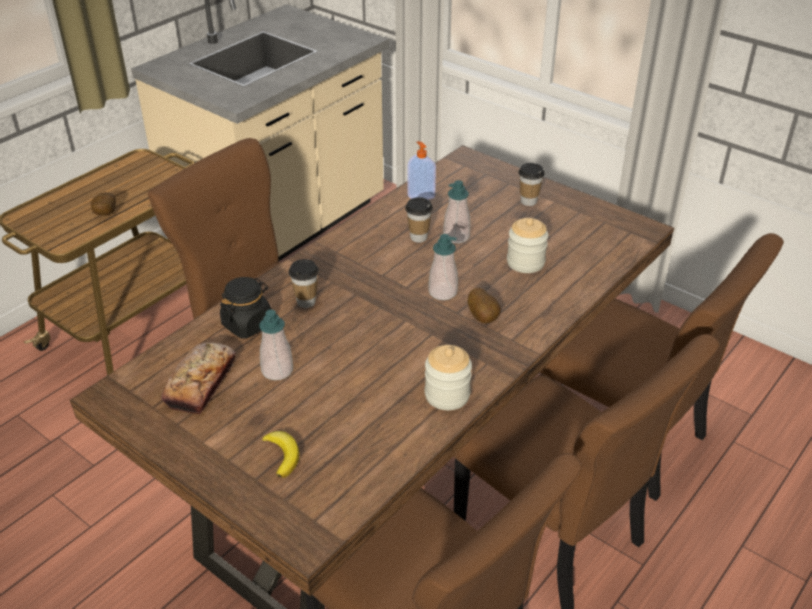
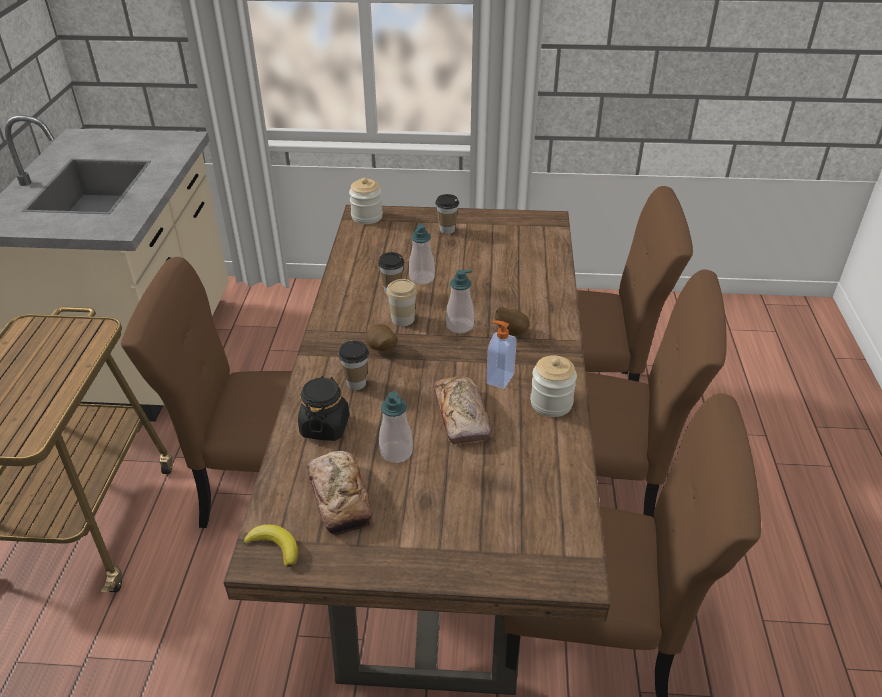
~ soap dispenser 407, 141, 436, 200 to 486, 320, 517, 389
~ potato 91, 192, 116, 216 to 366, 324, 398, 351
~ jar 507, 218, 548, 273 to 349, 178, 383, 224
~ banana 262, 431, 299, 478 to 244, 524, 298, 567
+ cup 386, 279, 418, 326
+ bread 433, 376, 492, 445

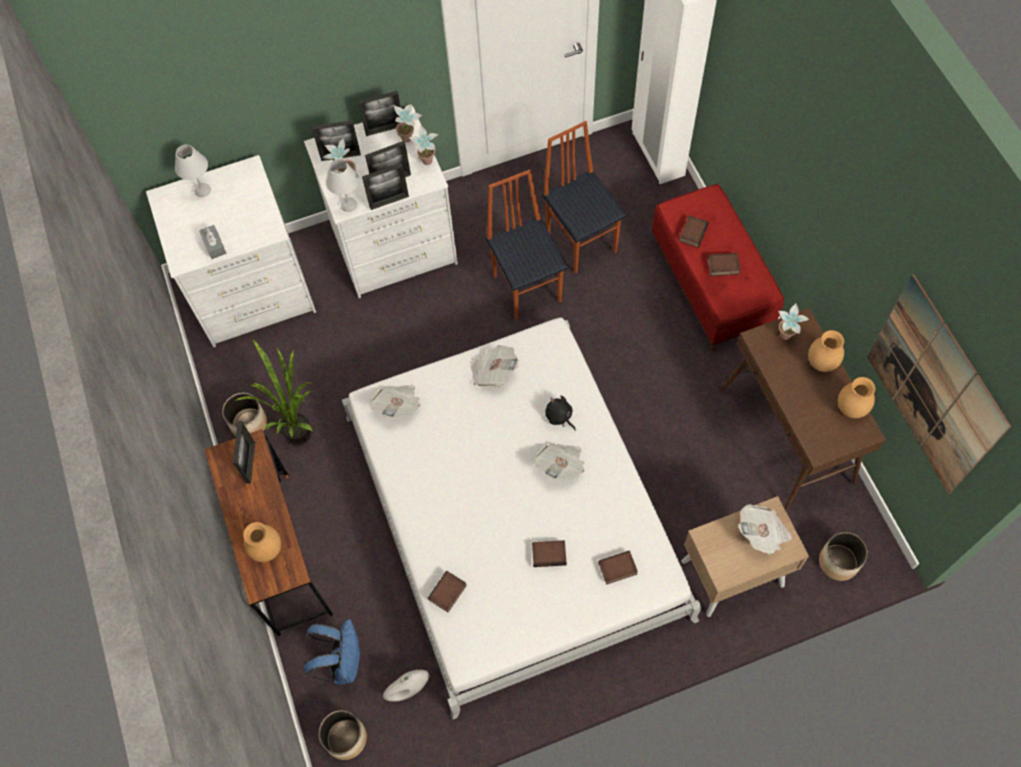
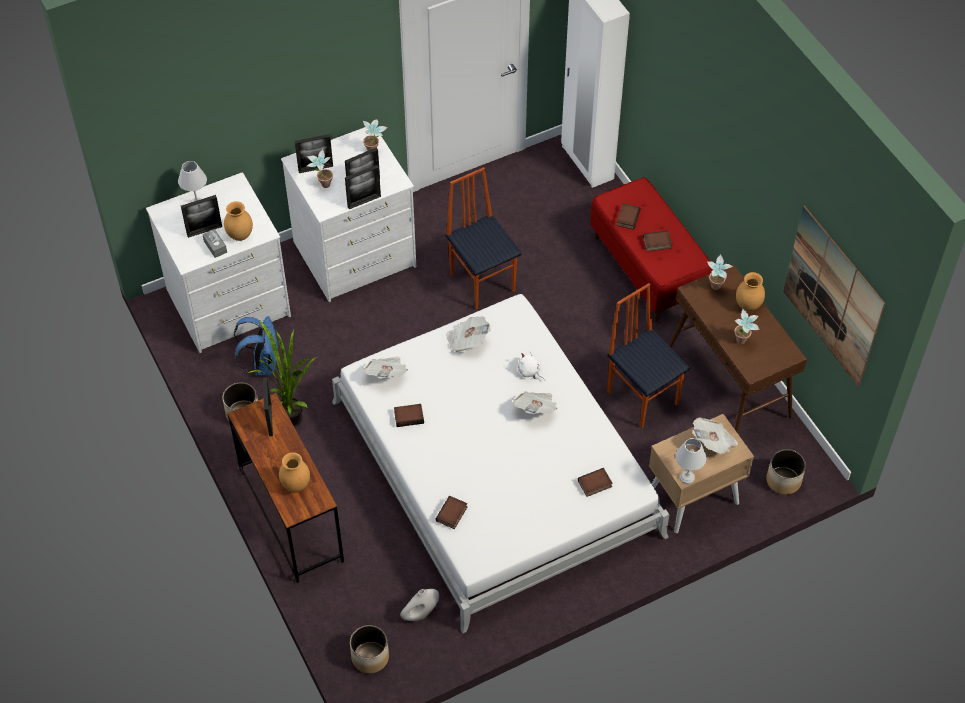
~ picture frame 358, 91, 401, 136 to 181, 195, 222, 238
~ chair 542, 121, 627, 273 to 607, 283, 690, 428
~ potted plant 409, 125, 438, 165 to 734, 309, 760, 344
~ white table lamp 326, 159, 359, 212 to 675, 438, 707, 484
~ brown vase 838, 377, 875, 418 to 224, 201, 253, 241
~ black plush toy 545, 396, 576, 431 to white plush toy 518, 351, 546, 381
~ book 532, 540, 567, 567 to 394, 404, 424, 427
~ blue backpack 303, 619, 361, 685 to 234, 316, 279, 376

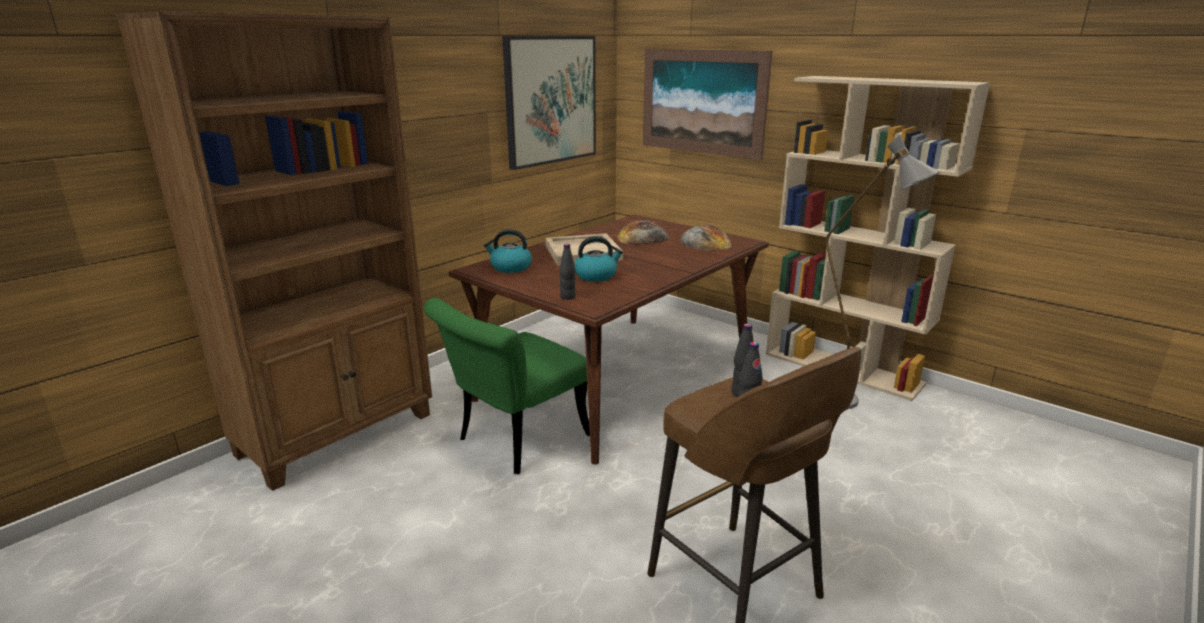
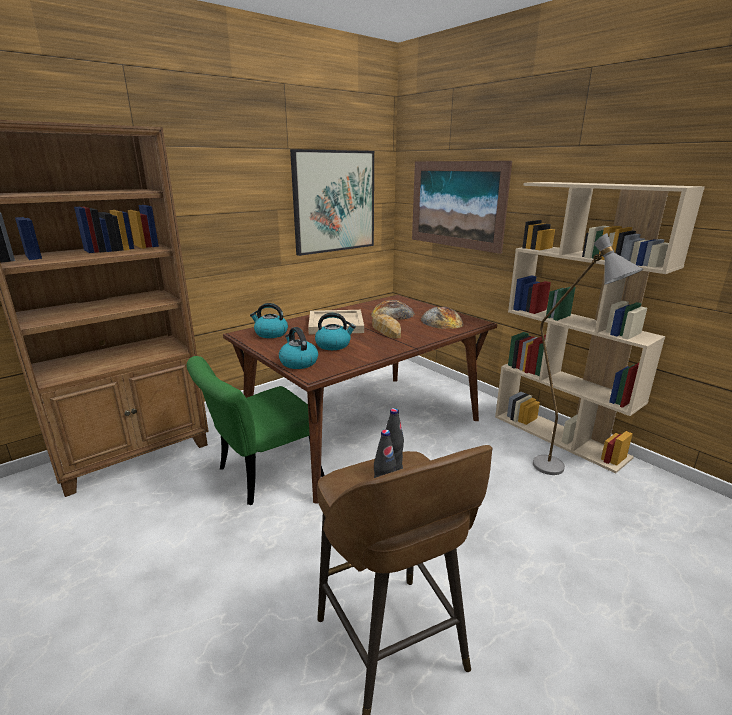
~ black bottle 559, 244, 576, 300 to kettle 279, 327, 318, 369
+ bread 372, 314, 401, 339

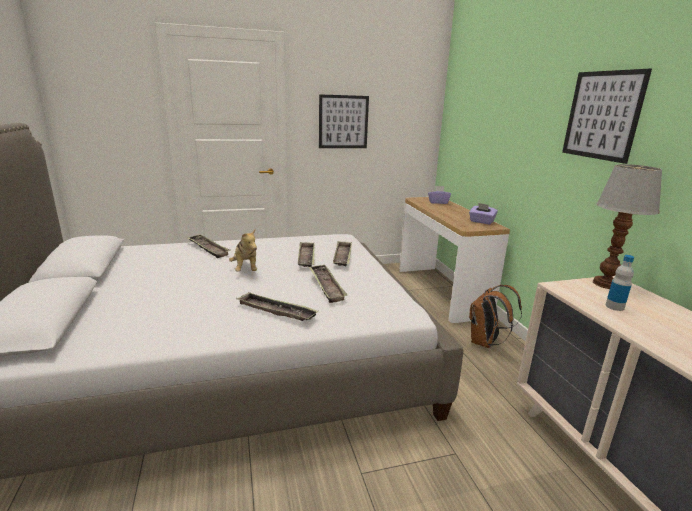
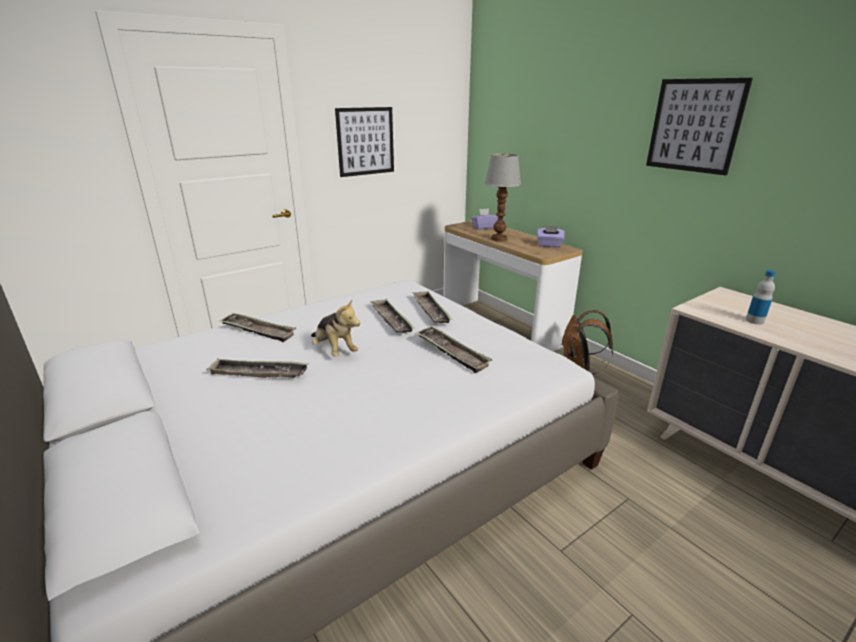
~ table lamp 593, 164, 662, 289 to 484, 154, 521, 242
~ tray 236, 292, 319, 321 to 206, 359, 309, 378

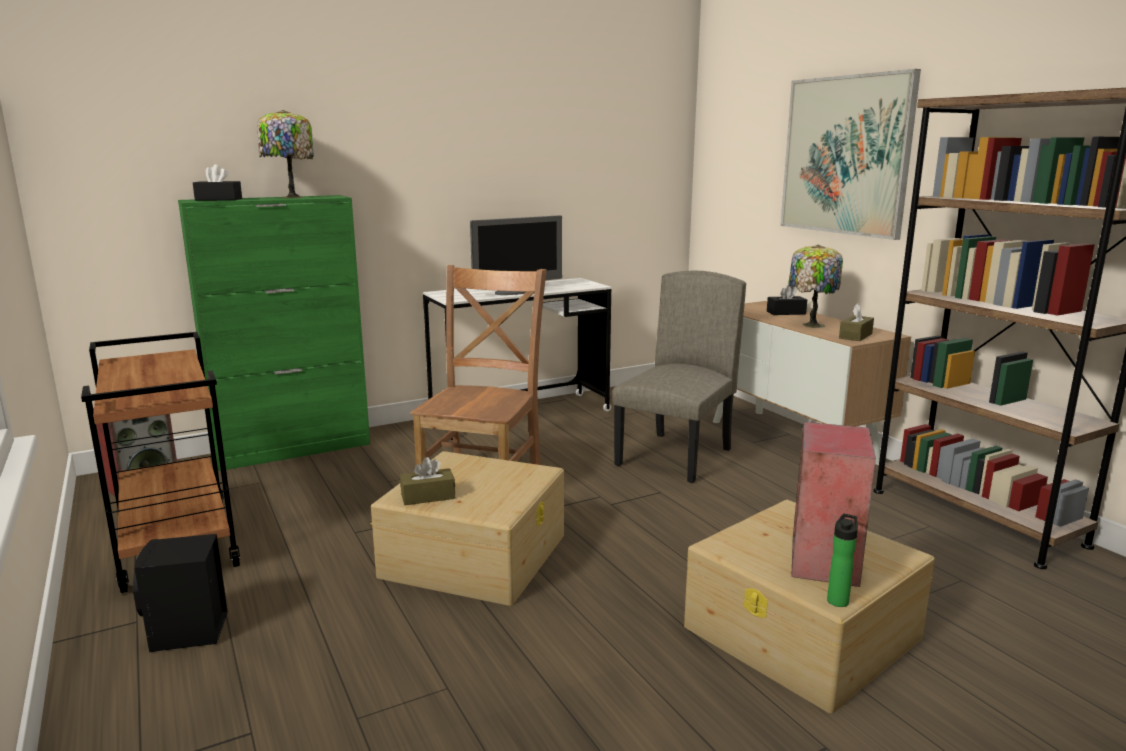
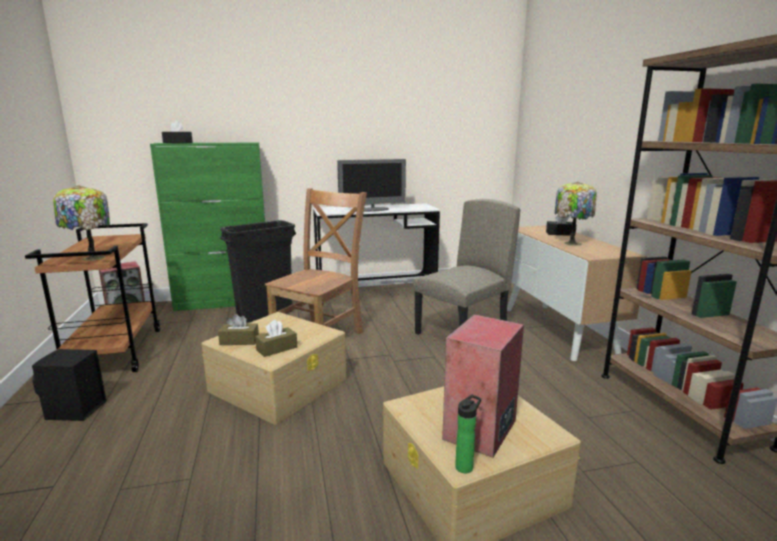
- picture 780, 69, 921, 240
~ table lamp 257, 110, 314, 198 to 54, 185, 110, 261
~ brown tissue box 839, 303, 874, 341 to 255, 320, 297, 357
+ black trash can 220, 220, 296, 323

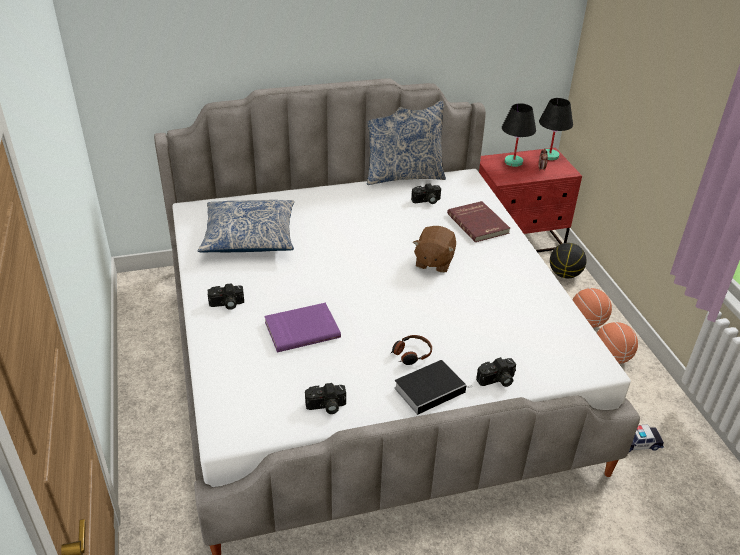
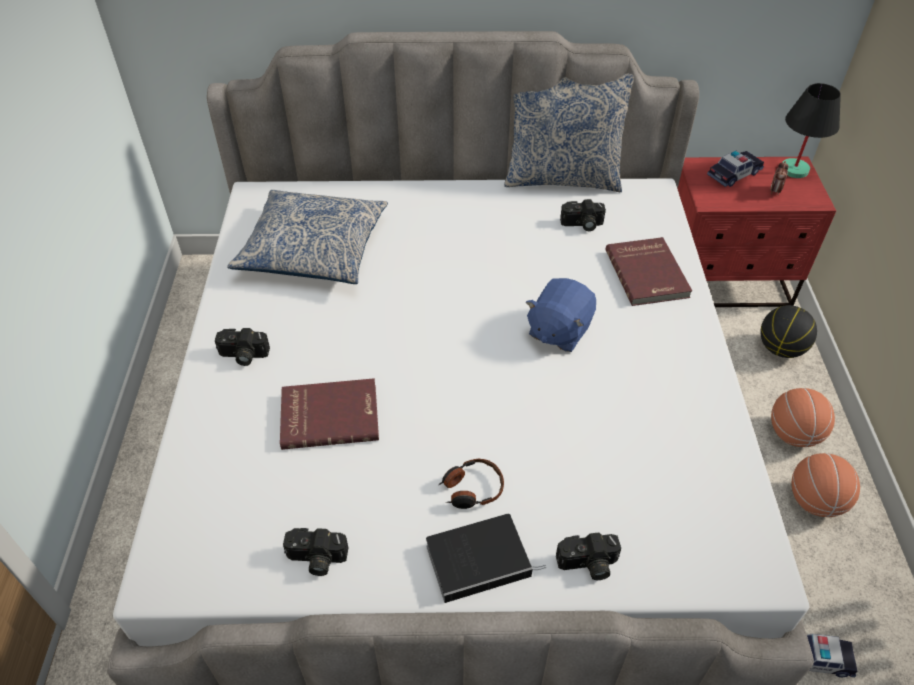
~ black table lamp 502, 103, 536, 167 to toy car 707, 151, 764, 187
~ brown plush toy 413, 226, 456, 273 to blue plush toy 526, 278, 596, 352
~ purple book 264, 303, 341, 353 to red book 280, 378, 379, 450

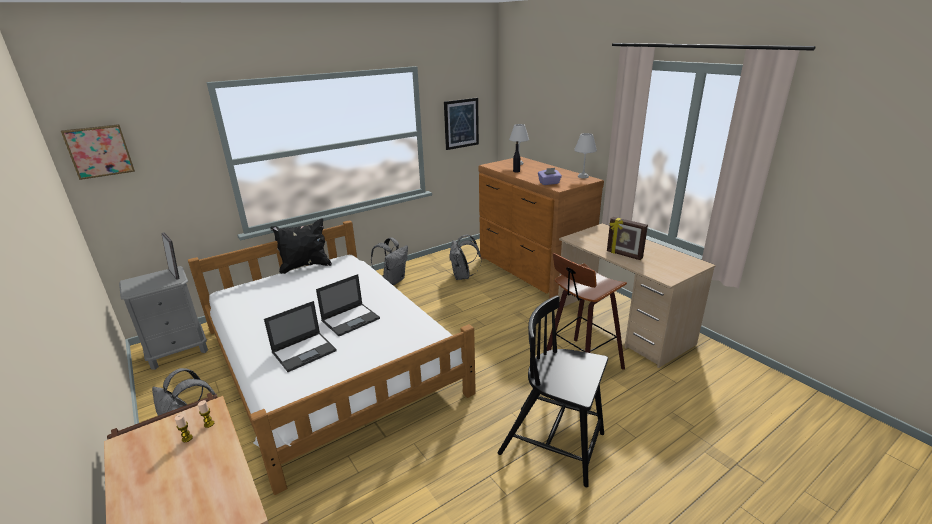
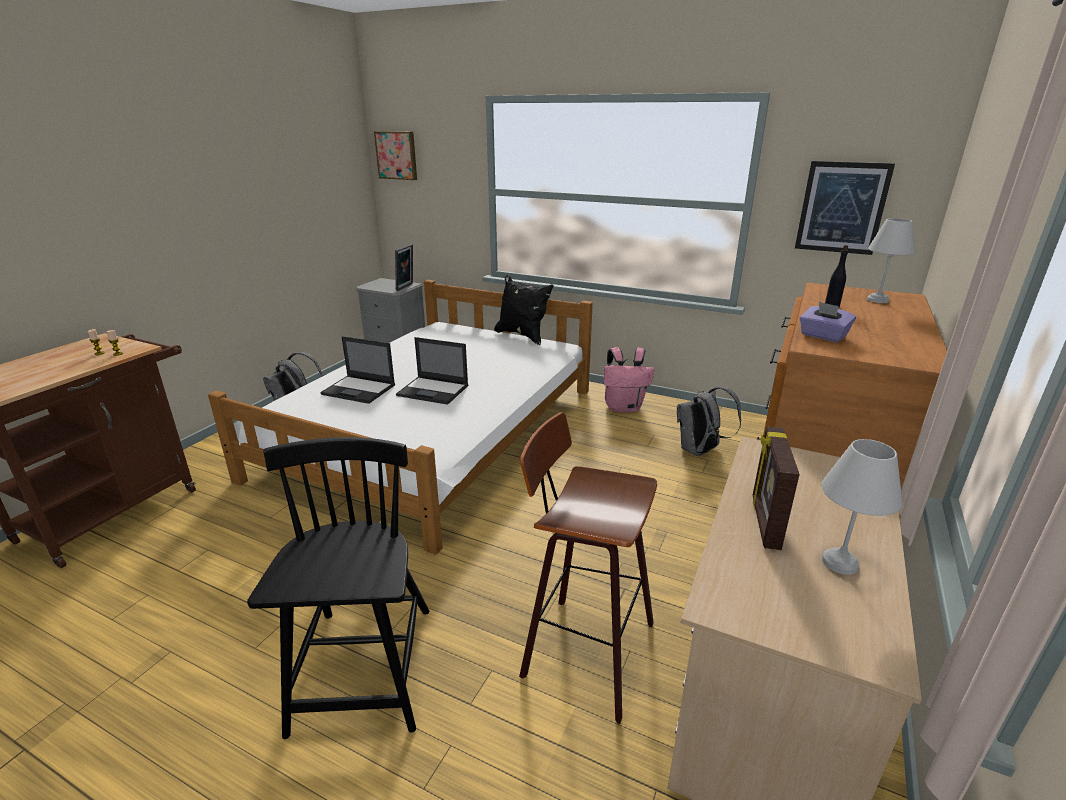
~ white table lamp 574, 133, 597, 178 to 821, 439, 902, 575
~ grey backpack 371, 238, 408, 285 to pink backpack 603, 347, 654, 412

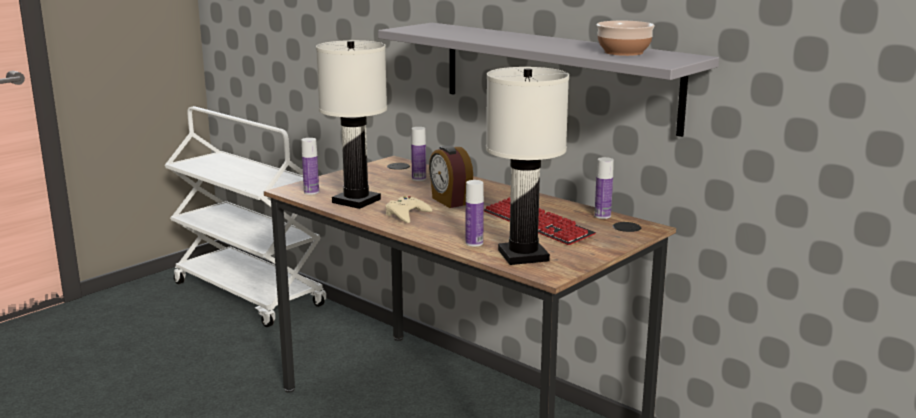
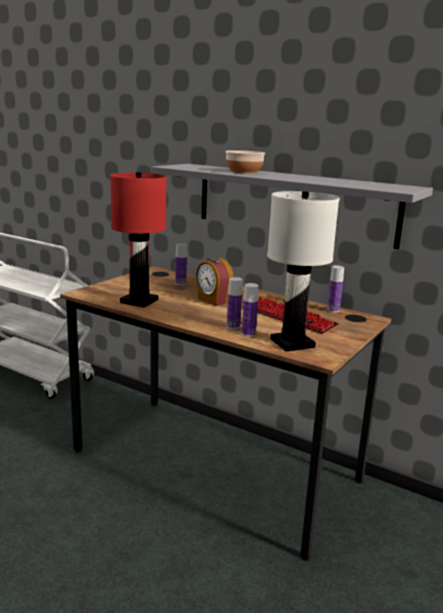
~ bowl 597, 21, 654, 56 to 225, 150, 265, 173
~ white table lamp 316, 40, 387, 209 to red table lamp 110, 172, 167, 307
~ bottle 301, 138, 319, 195 to 227, 277, 243, 329
- beige game controller 385, 196, 433, 223

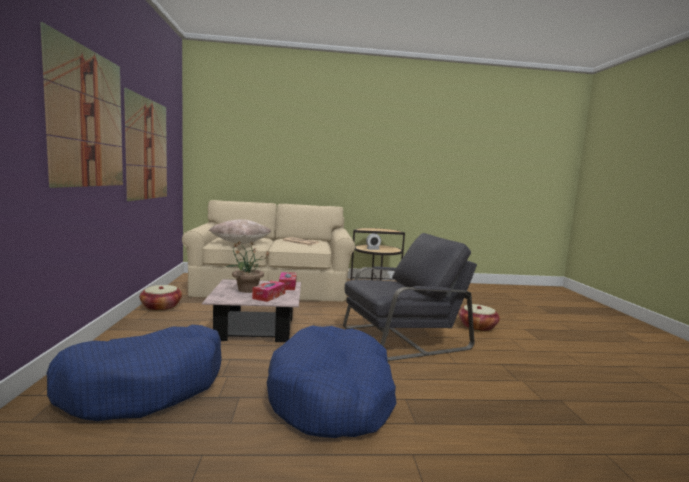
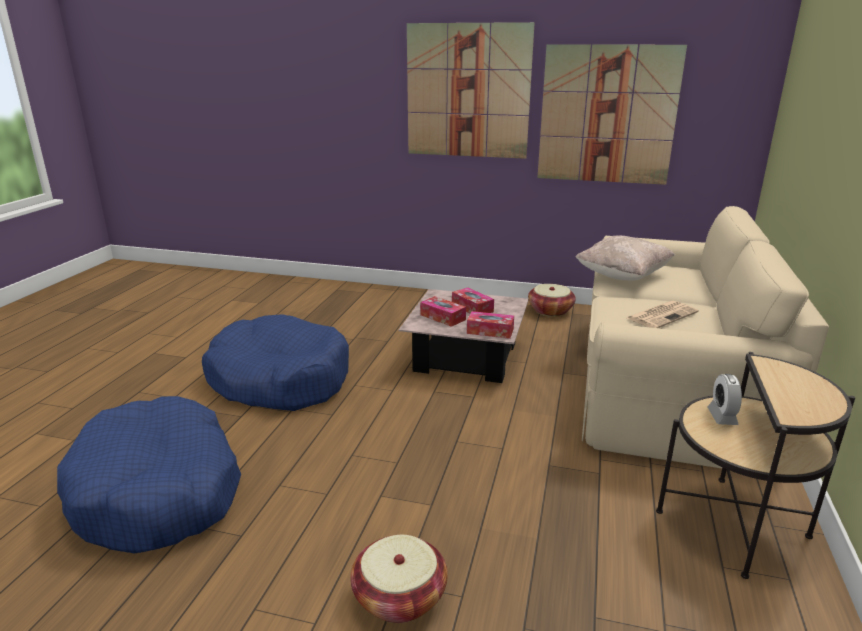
- grey armchair 343, 233, 477, 361
~ potted plant 226, 242, 269, 293 to tissue box 452, 288, 494, 314
~ blue dog bed 46, 325, 221, 421 to 57, 396, 241, 553

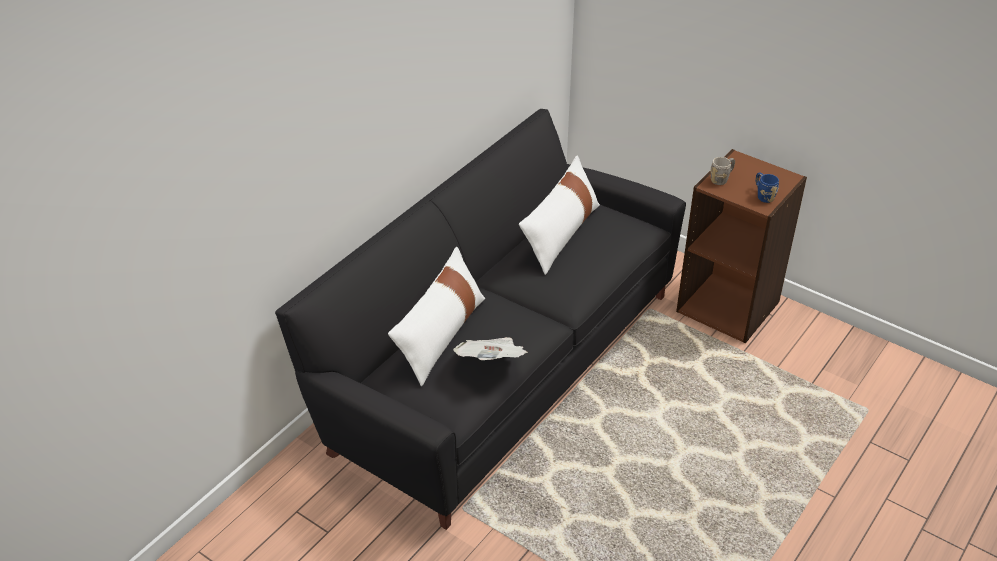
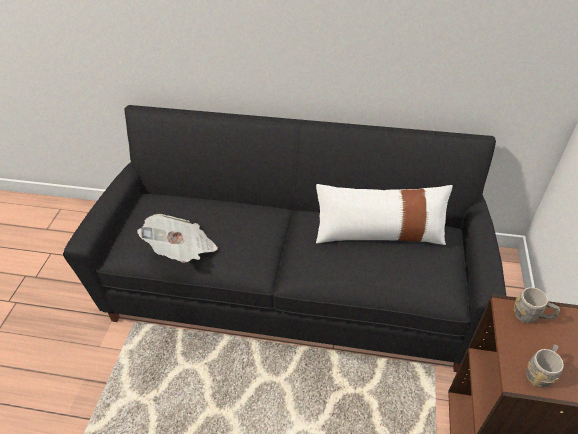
~ blue mug 755, 172, 779, 203 to grey mug 526, 344, 564, 388
- white pillow 388, 247, 485, 386

